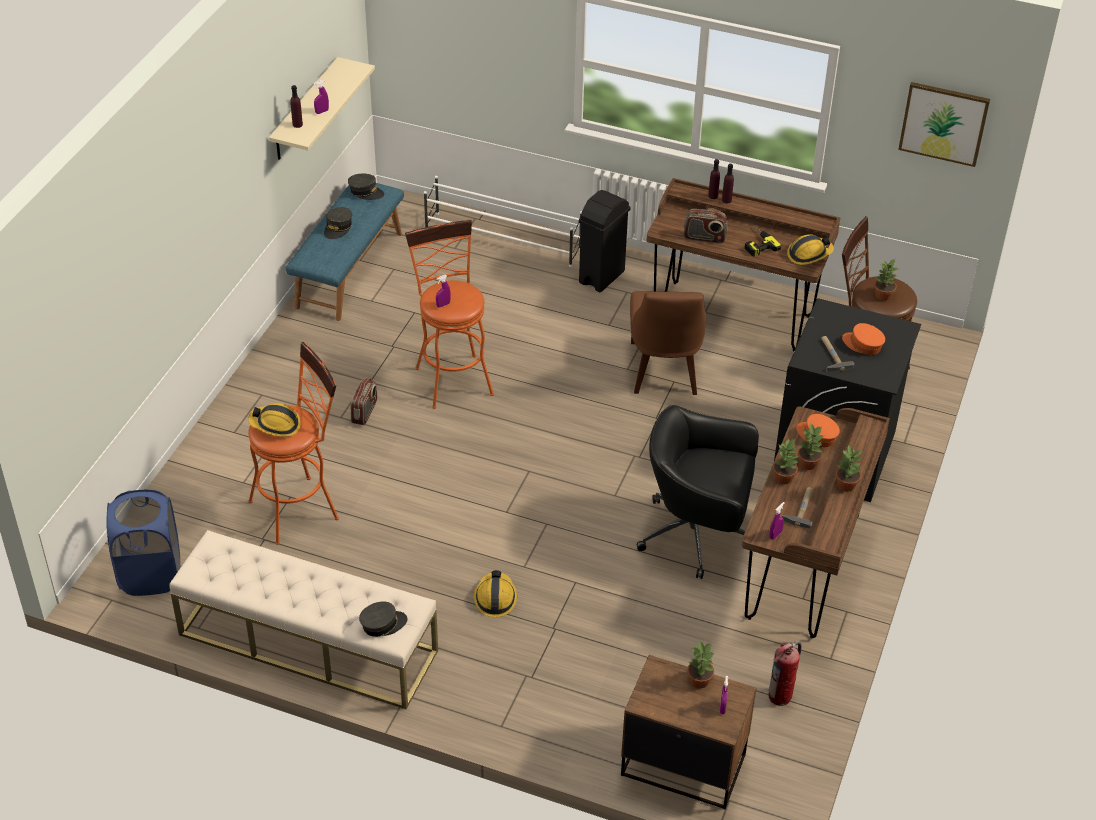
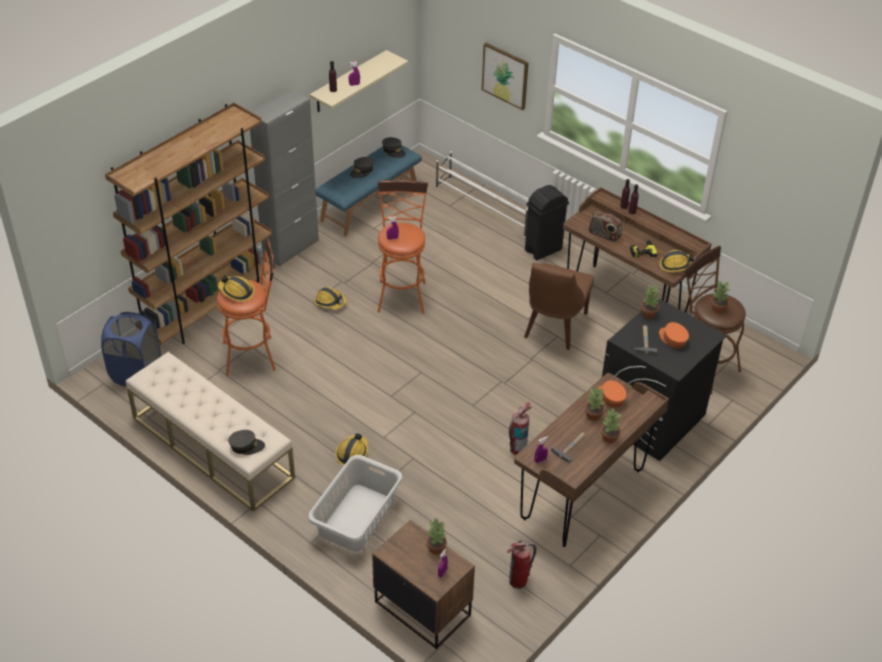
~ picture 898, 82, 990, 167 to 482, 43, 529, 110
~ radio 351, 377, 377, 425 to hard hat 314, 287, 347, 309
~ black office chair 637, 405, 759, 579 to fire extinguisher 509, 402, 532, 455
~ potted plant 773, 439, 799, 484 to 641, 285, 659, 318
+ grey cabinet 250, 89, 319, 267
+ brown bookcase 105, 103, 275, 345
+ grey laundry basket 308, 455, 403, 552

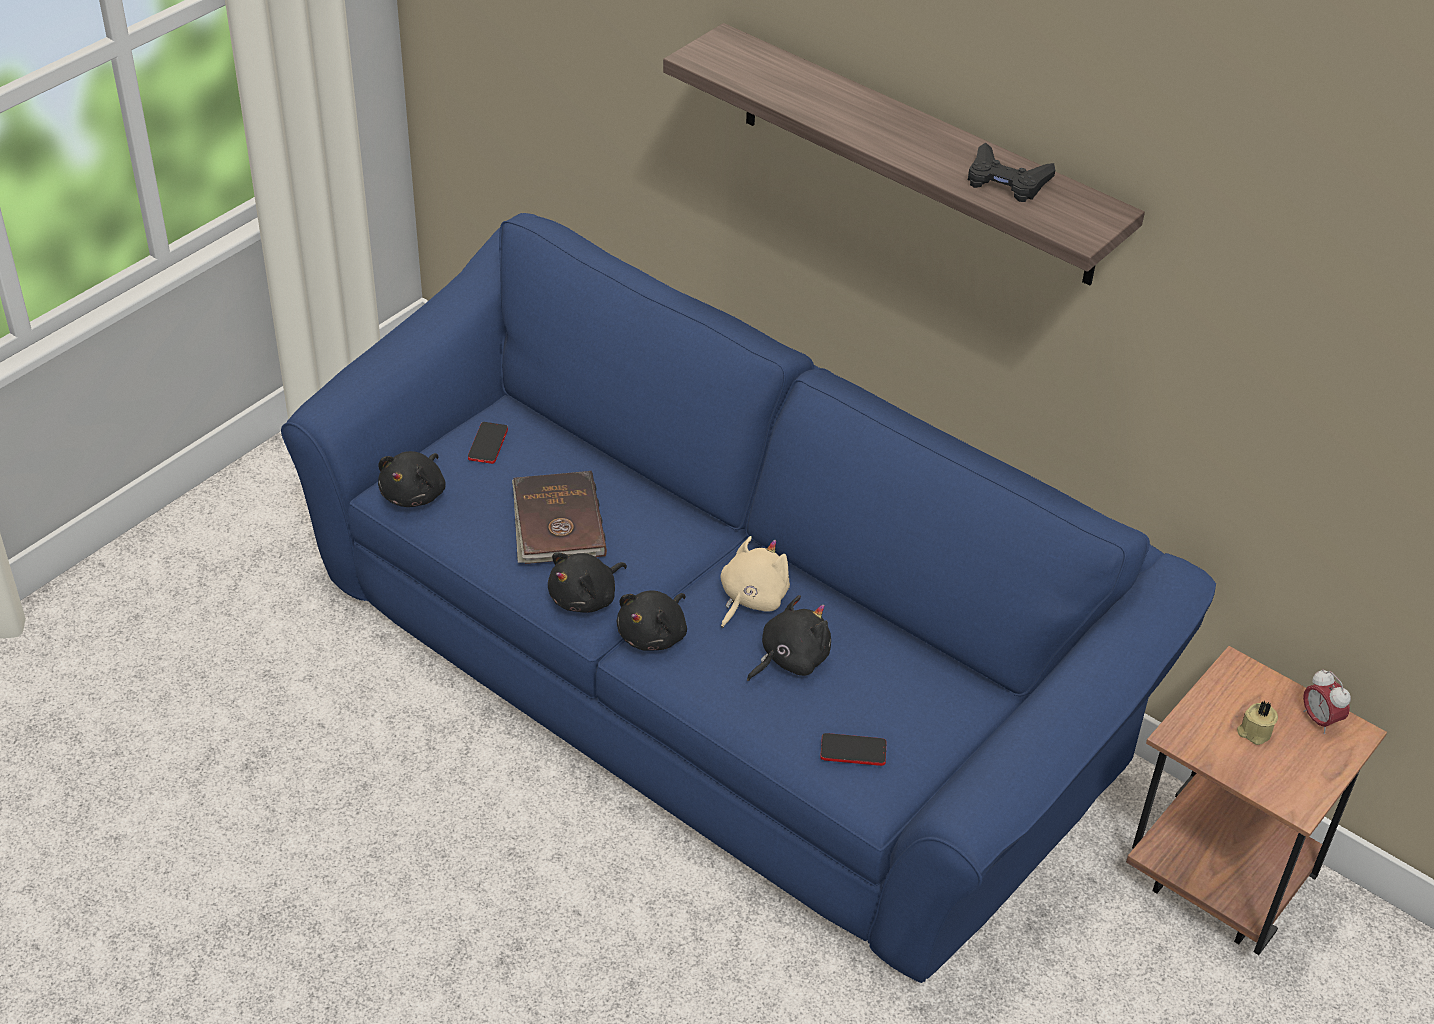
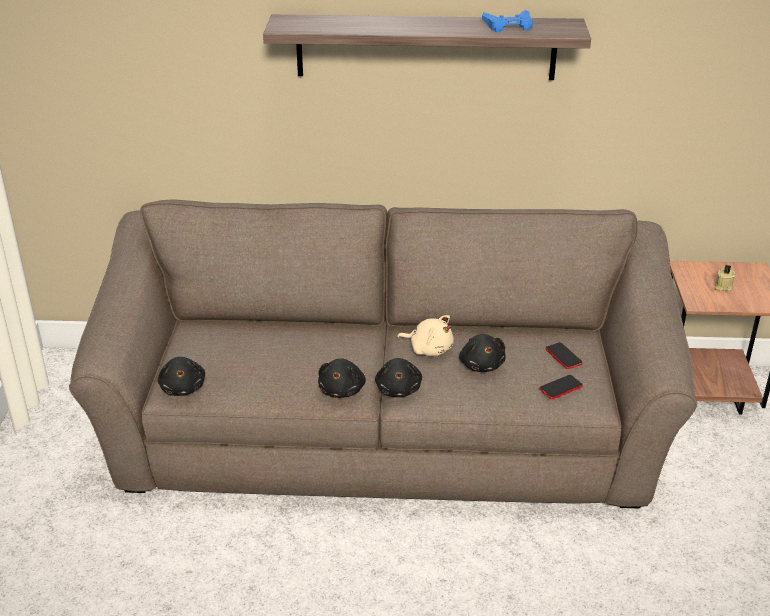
~ black game controller 968, 143, 1055, 202 to blue game controller 482, 10, 533, 32
~ blue sofa 281, 213, 1216, 983 to brown sofa 69, 199, 697, 508
~ phone 468, 422, 508, 464 to 545, 342, 583, 369
- brown book 512, 471, 607, 564
~ beige plush toy 721, 536, 790, 628 = 397, 315, 454, 356 120 degrees clockwise
~ black plush toy 747, 595, 831, 681 = 459, 334, 506, 372 150 degrees clockwise
- alarm clock 1303, 669, 1351, 734

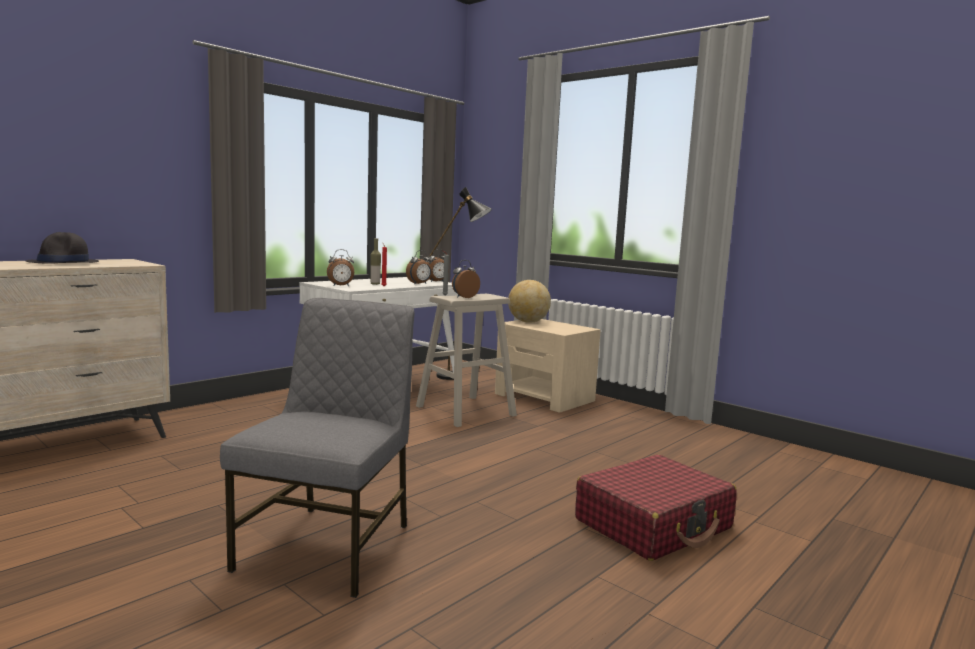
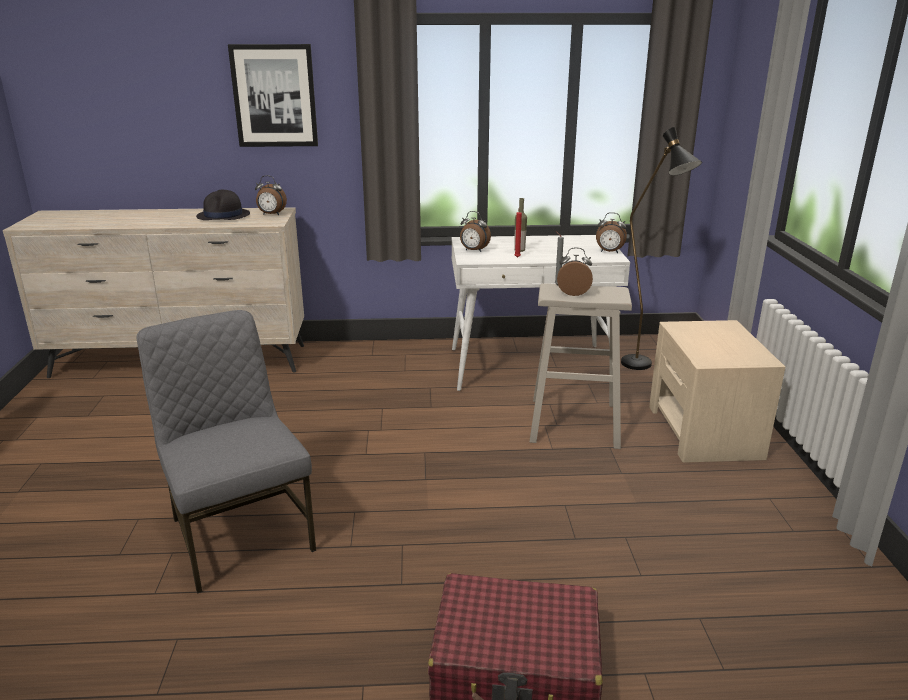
~ alarm clock 406, 250, 432, 284 to 255, 175, 287, 215
- globe 508, 280, 551, 323
~ grey chair 220, 298, 414, 598 = 137, 310, 316, 594 90 degrees counterclockwise
+ picture 228, 44, 318, 147

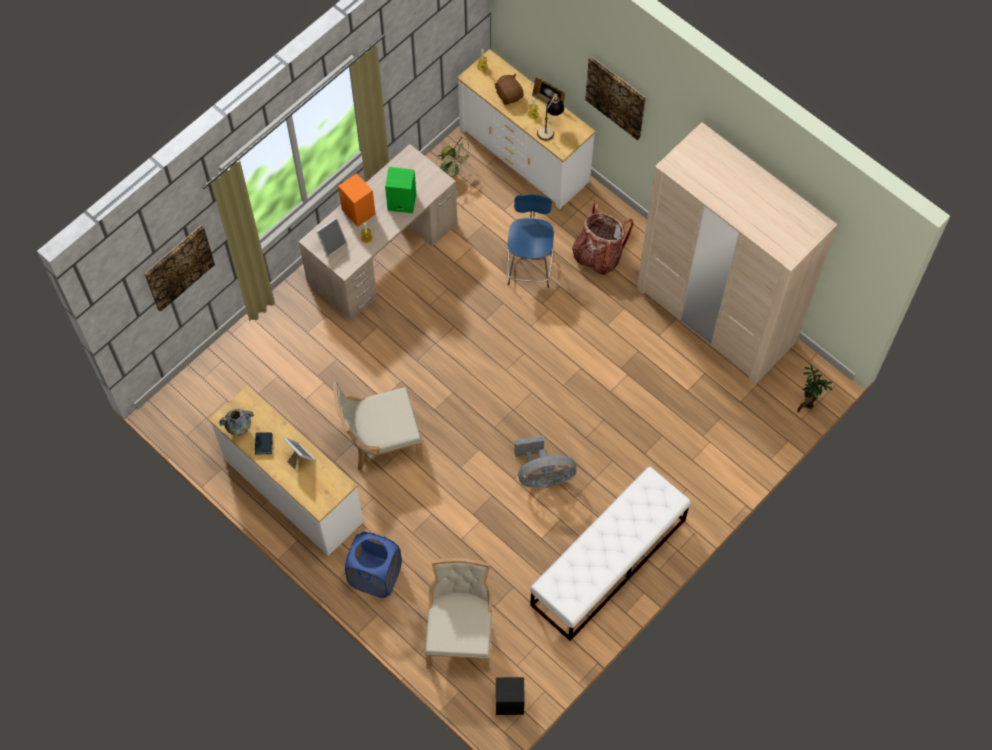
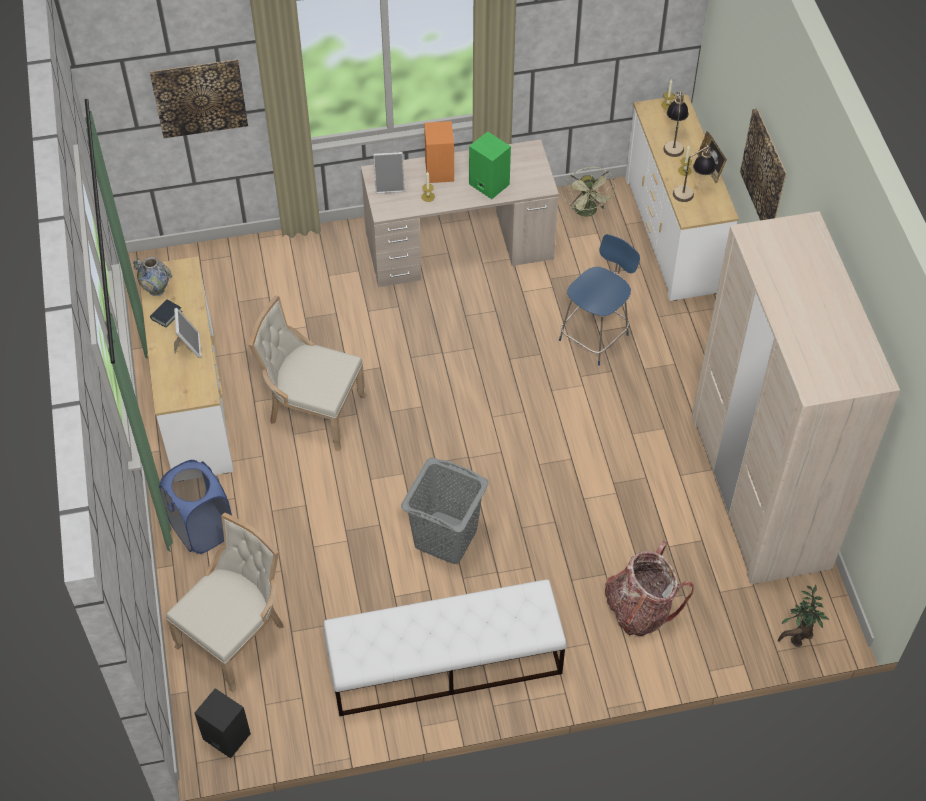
~ brown plush toy 494, 74, 524, 105 to table lamp 663, 91, 688, 157
~ backpack 572, 203, 633, 275 to 605, 541, 694, 636
~ grey fan 514, 436, 577, 488 to grey laundry basket 401, 458, 489, 564

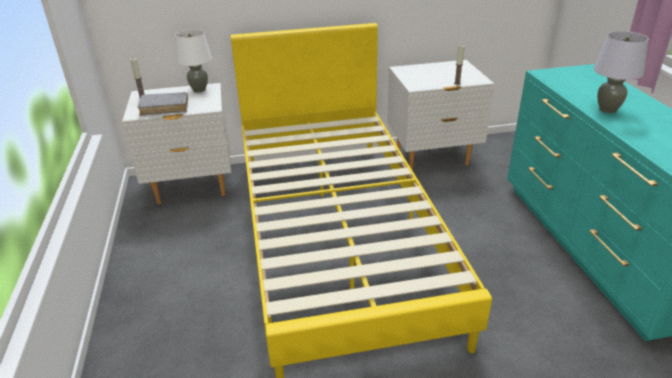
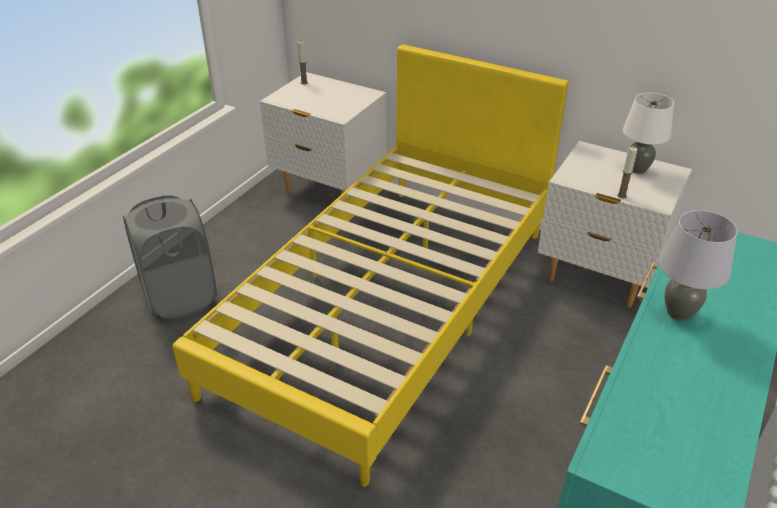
~ white table lamp 175, 29, 212, 92 to 623, 93, 674, 174
- grey book 138, 92, 188, 116
+ grey laundry basket 123, 195, 217, 319

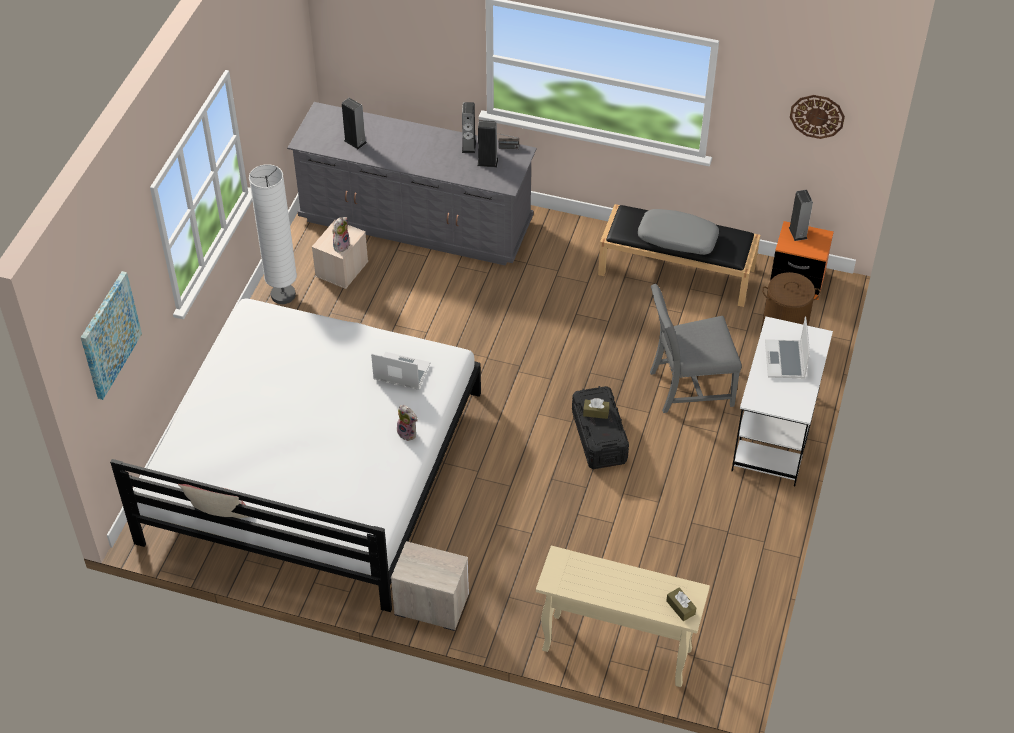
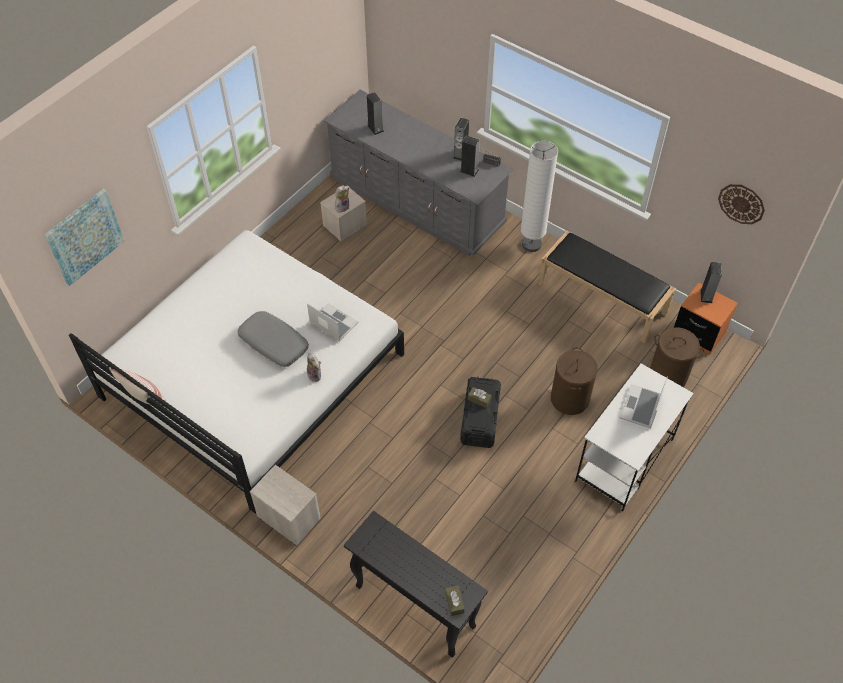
~ white floor lamp 249, 164, 297, 304 to 521, 141, 558, 252
~ grey pillow 638, 209, 719, 255 to 238, 311, 309, 367
~ grey chair 650, 284, 742, 413 to brown laundry basket 551, 347, 598, 415
~ beige console table 536, 546, 710, 687 to black console table 344, 511, 488, 658

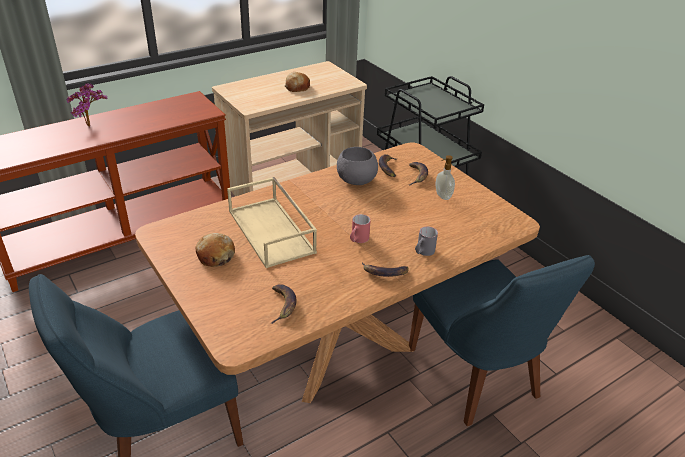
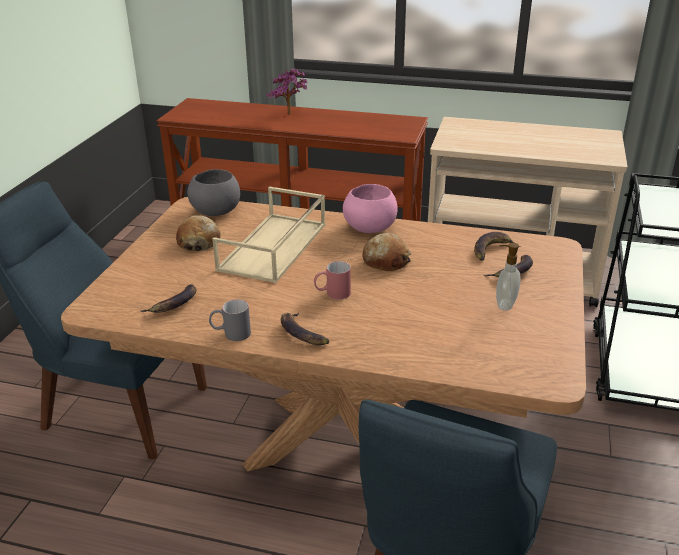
~ bread 285, 72, 310, 92 to 362, 233, 411, 271
~ grey bowl 337, 147, 378, 185 to 187, 169, 240, 216
~ grey mug 415, 226, 438, 256 to 209, 299, 251, 341
+ pink bowl 343, 184, 398, 233

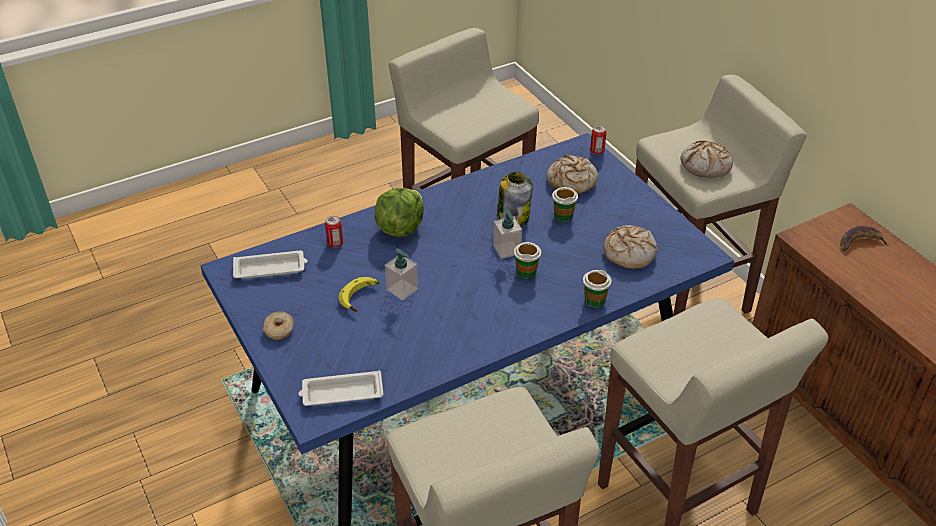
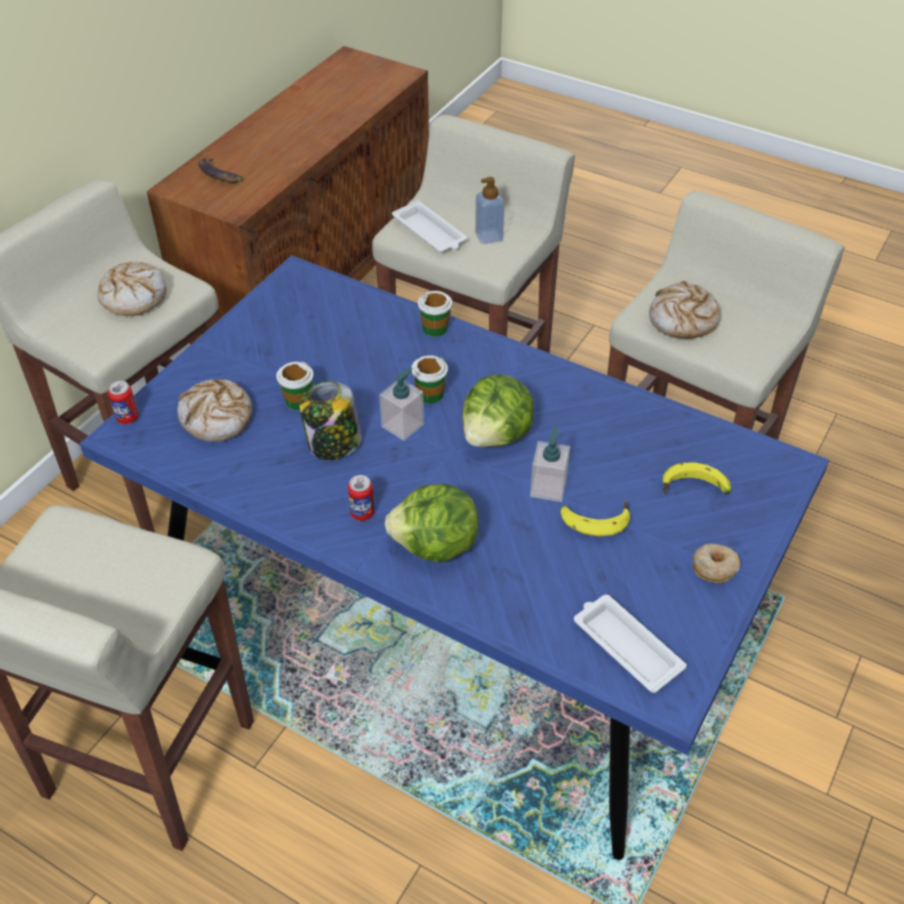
~ can 325, 216, 343, 247 to 348, 475, 374, 521
~ bread 604, 225, 657, 269 to 649, 281, 720, 339
~ white tray 299, 370, 384, 406 to 392, 200, 467, 252
+ soap dispenser 475, 177, 505, 244
+ lettuce 462, 374, 534, 447
+ banana 663, 463, 731, 495

